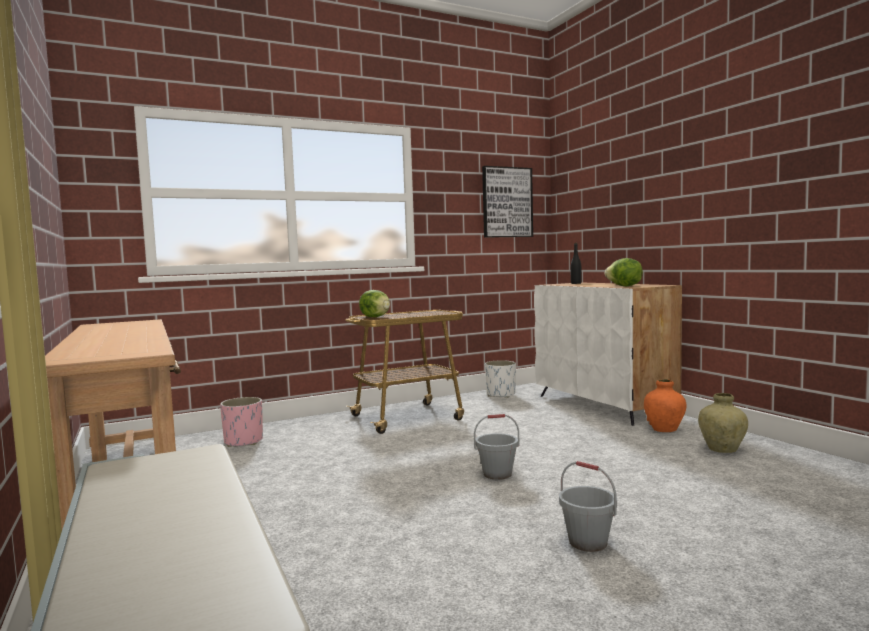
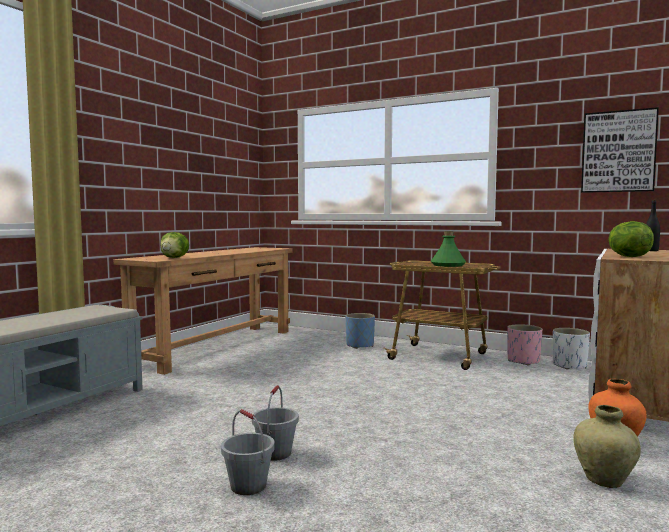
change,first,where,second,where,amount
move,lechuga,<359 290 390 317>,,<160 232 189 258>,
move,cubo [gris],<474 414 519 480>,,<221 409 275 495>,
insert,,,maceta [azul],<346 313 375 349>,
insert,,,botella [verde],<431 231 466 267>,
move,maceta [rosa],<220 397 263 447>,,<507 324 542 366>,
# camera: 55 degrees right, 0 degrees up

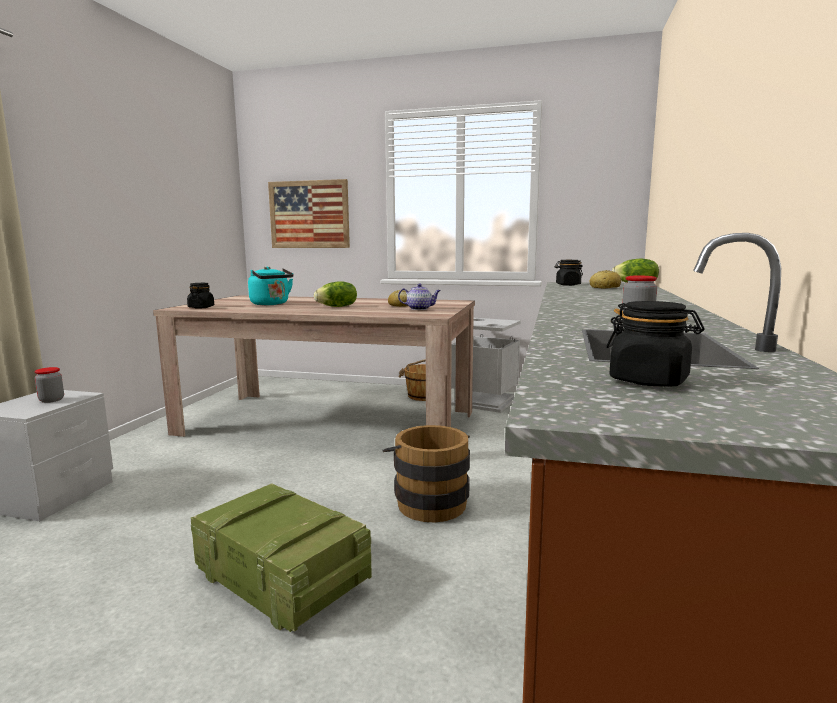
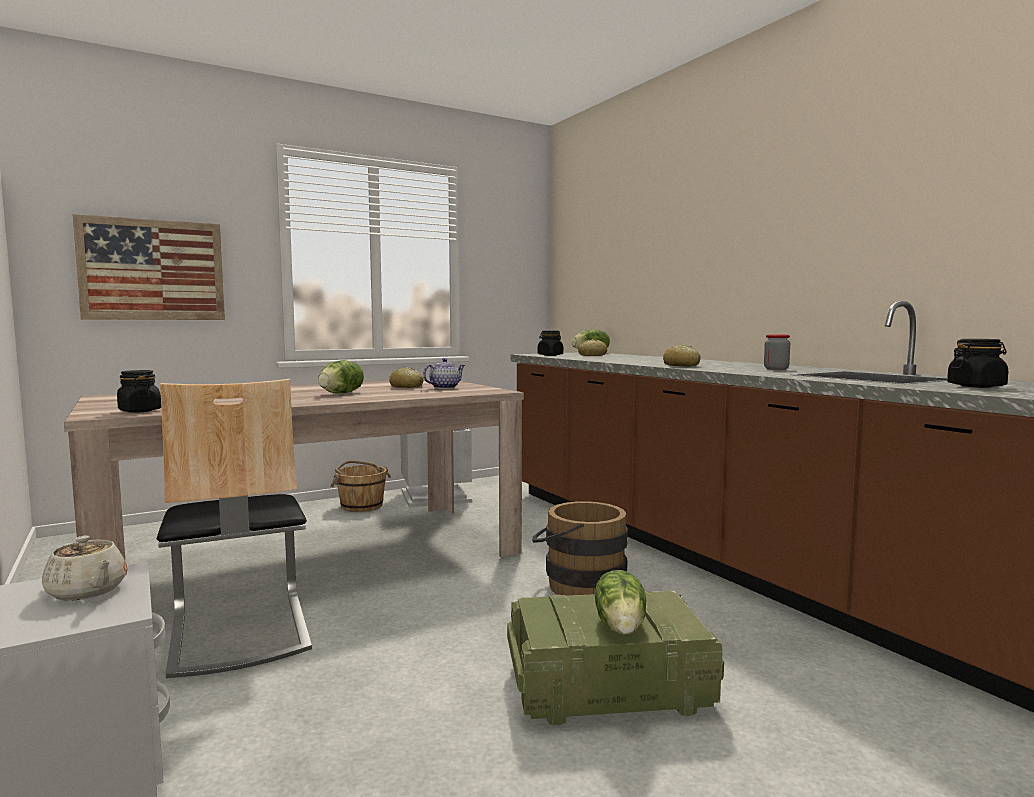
change,first,where,second,where,amount
replace,tarro,<35 367 64 403>,tetera [beis],<42 535 128 601>,
insert,,,silla,<157 379 312 678>,
insert,,,lechuga,<595 570 646 635>,
insert,,,pan,<663 344 701 367>,
delete,hervidor [turquesa],<248 266 294 305>,,,
# camera: 45 degrees left, 5 degrees down

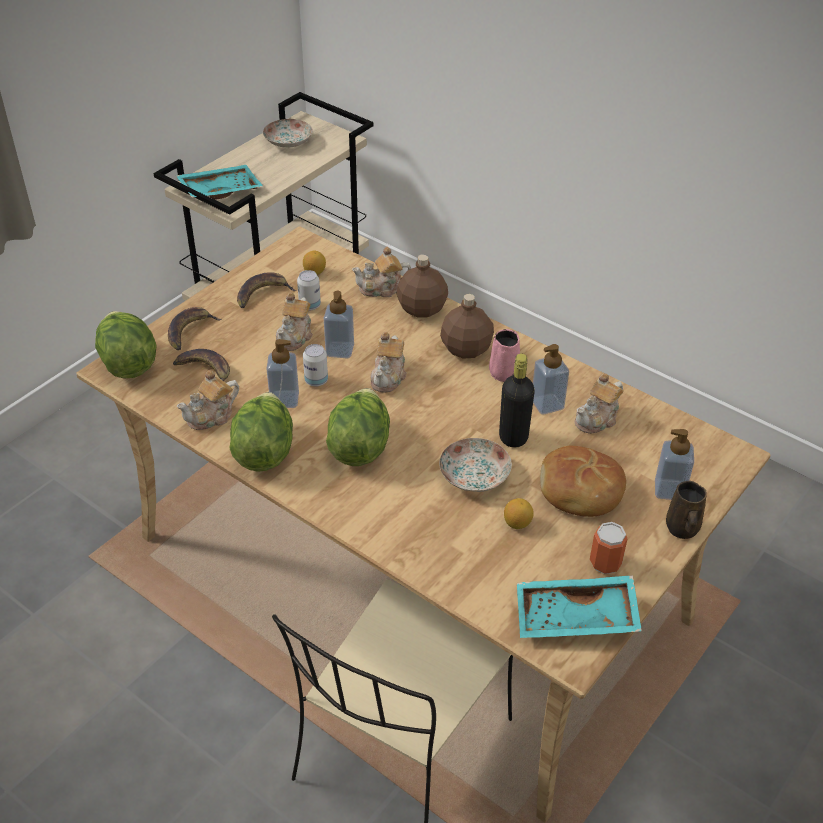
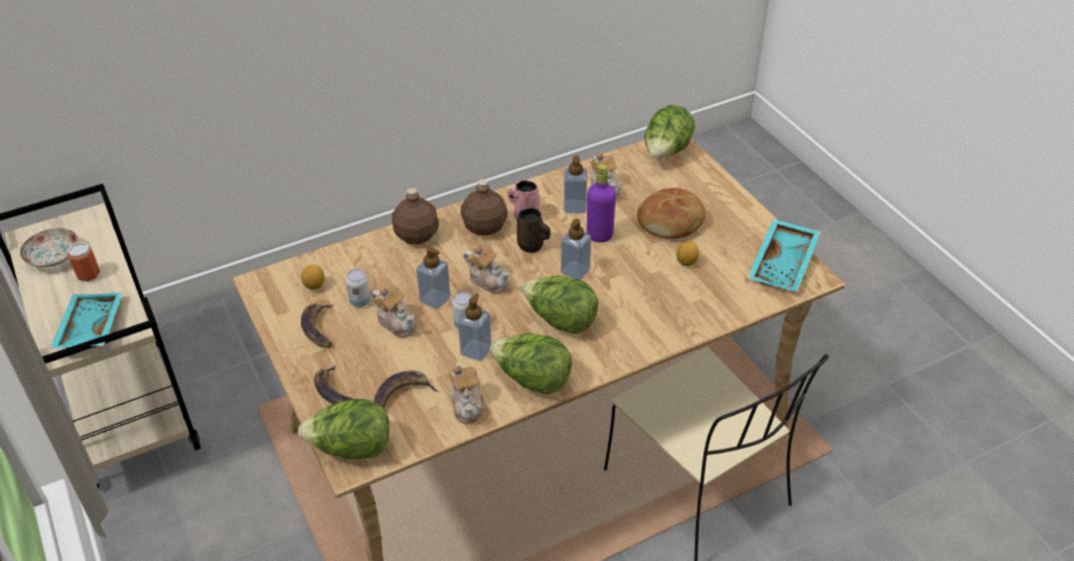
change,first,where,second,where,amount
move,lata,<590 522 628 574>,,<67 242 100 282>,
move,taza grande [marrón],<666 481 707 539>,,<517 207 550 253>,
move,dispensador de jabón,<655 429 694 500>,,<561 219 591 280>,
recolor,botella [negro],<499 353 535 448>,botella [morado],<587 164 616 242>,
insert,,,lechuga,<645 105 695 158>,
delete,tetera,<352 247 411 297>,,,
delete,plato,<439 438 512 492>,,,
# camera: 65 degrees left, 0 degrees up

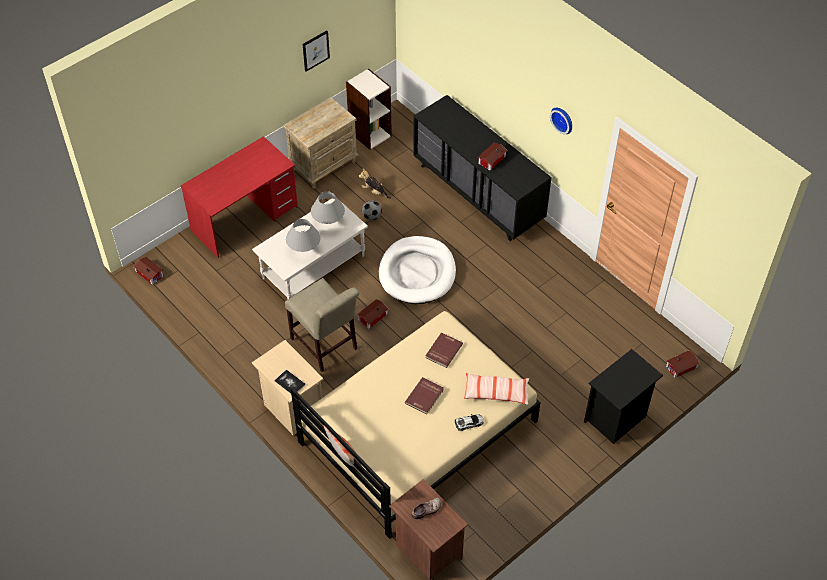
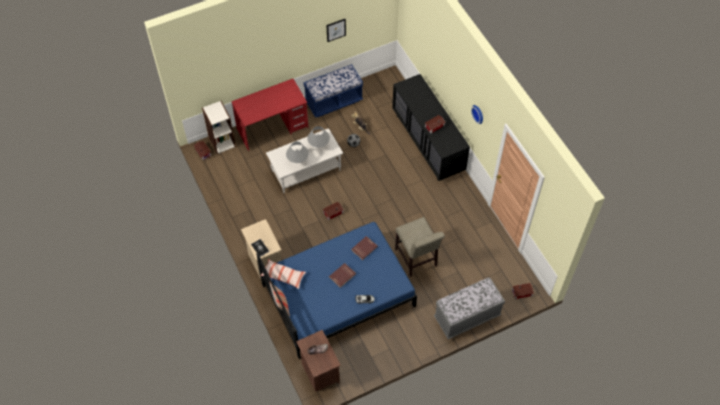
change,first,where,second,where,amount
move,estantería,<346 68 392 150>,,<202 101 236 154>,
recolor,cama [beis],<291 311 541 539>,cama [azul],<256 222 417 359>,
move,cojín,<464 373 529 405>,,<261 259 306 289>,
replace,mesita de noche [beis],<283 97 359 188>,banco [azul],<304 64 363 118>,
move,silla [beis],<285 278 359 372>,,<395 217 445 277>,
replace,mesita de noche [negro],<584 349 663 444>,banco [gris],<434 278 505 339>,
delete,cama para perro [blanco],<379 236 456 304>,,,
# camera: 15 degrees right, 5 degrees up

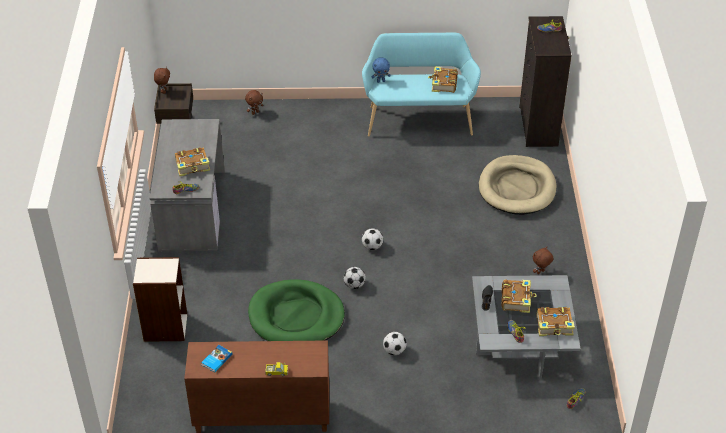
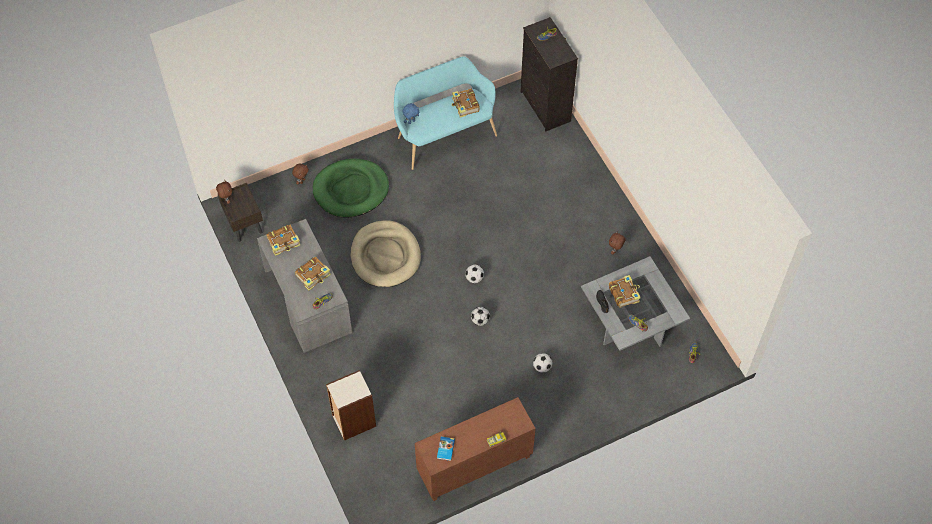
change,first,where,second,where,amount
move,libro,<537 307 575 336>,,<266 225 300 256>,
move,cama para perro [verde],<248 279 345 341>,,<313 159 389 217>,
move,cama para perro [beis],<479 155 557 215>,,<351 220 421 287>,
# camera: 25 degrees left, 15 degrees up

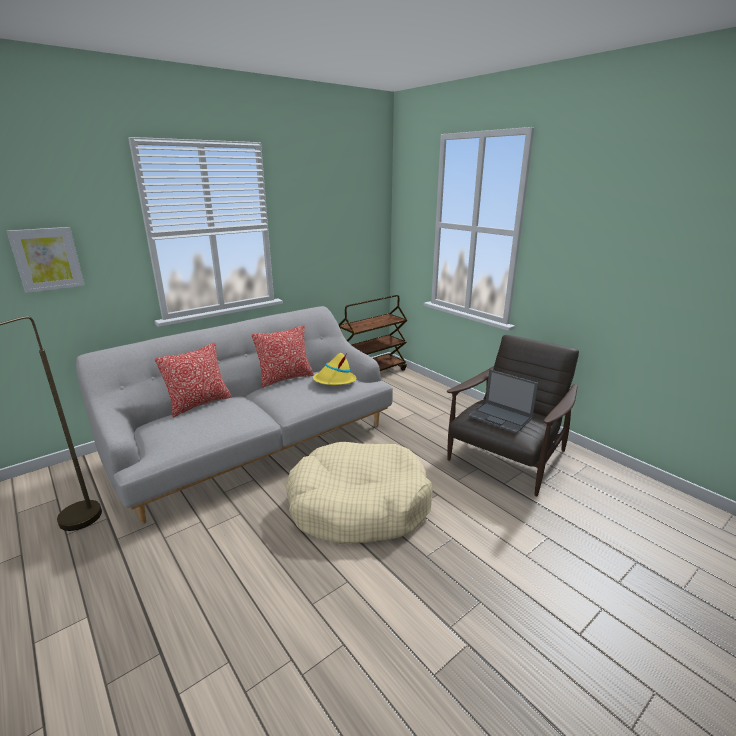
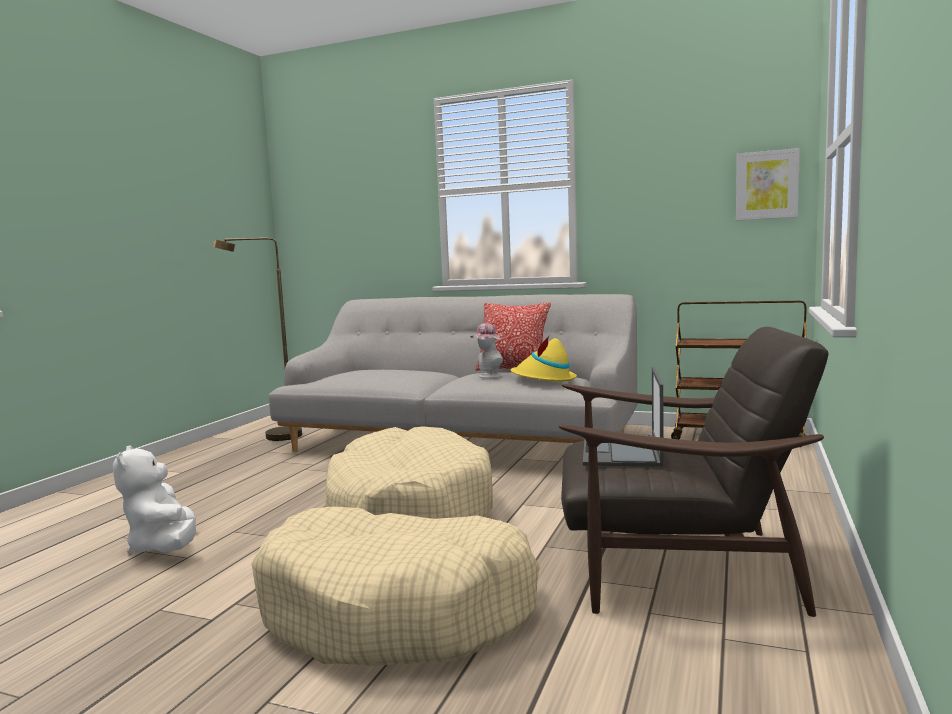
change,first,where,second,where,amount
insert,,,peluche [blanco],<113 446 196 554>,
insert,,,cama para perro [beis],<252 507 540 666>,
insert,,,sombrero,<470 323 503 378>,
move,cuadro,<7 227 85 293>,,<736 148 800 221>,
delete,cojín,<155 342 231 418>,,,
# camera: 60 degrees right, 15 degrees down

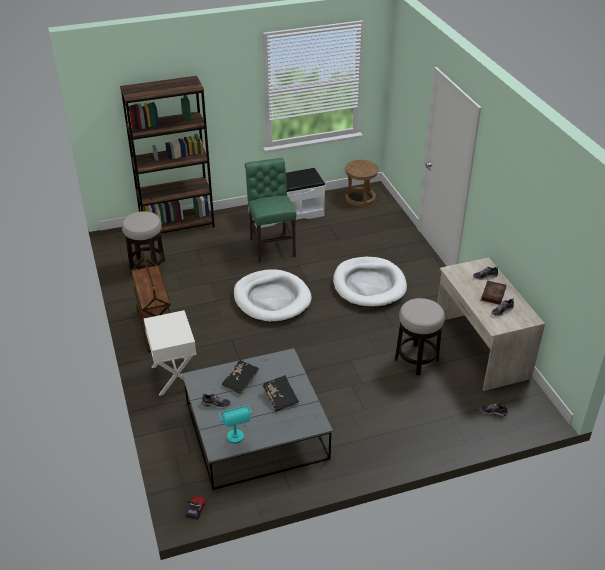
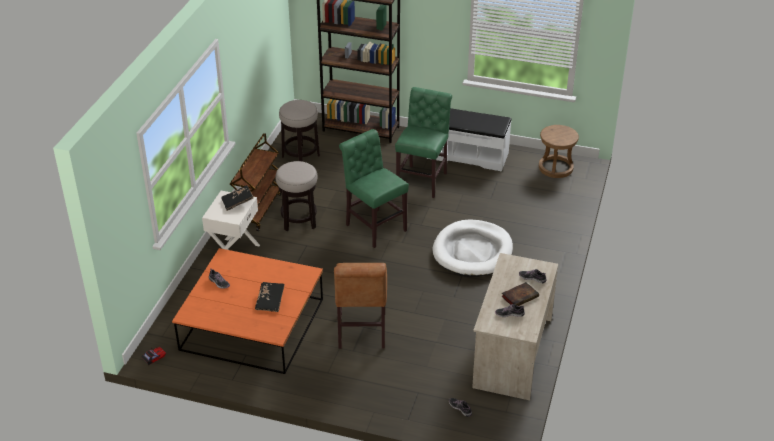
change,first,where,second,where,amount
recolor,mesa de centro [gris],<182 348 333 490>,mesa de centro [naranja],<172 248 323 374>,
move,libro [negro],<222 360 259 395>,,<221 185 254 211>,
move,taburete,<395 298 445 375>,,<276 161 317 231>,
insert,,,silla [marrón],<334 263 387 349>,
replace,cama para perro [blanco],<233 269 312 322>,silla [verde],<339 129 409 248>,
delete,lámpara de mesa [turquesa],<219 405 252 444>,,,
# camera: 35 degrees right, 0 degrees up

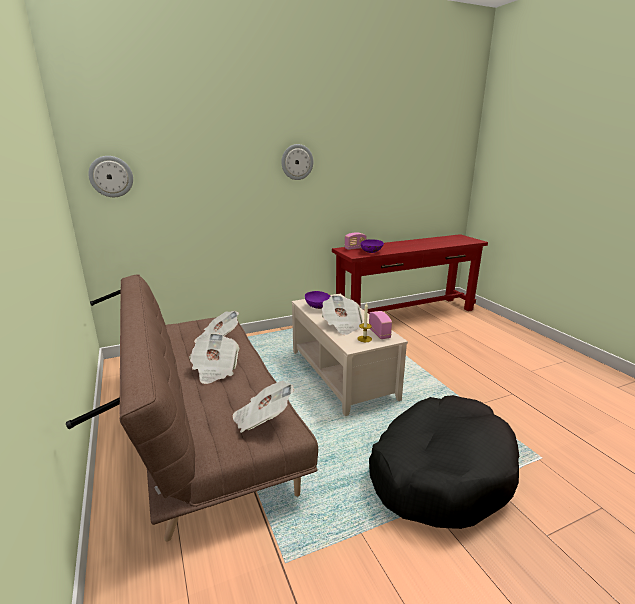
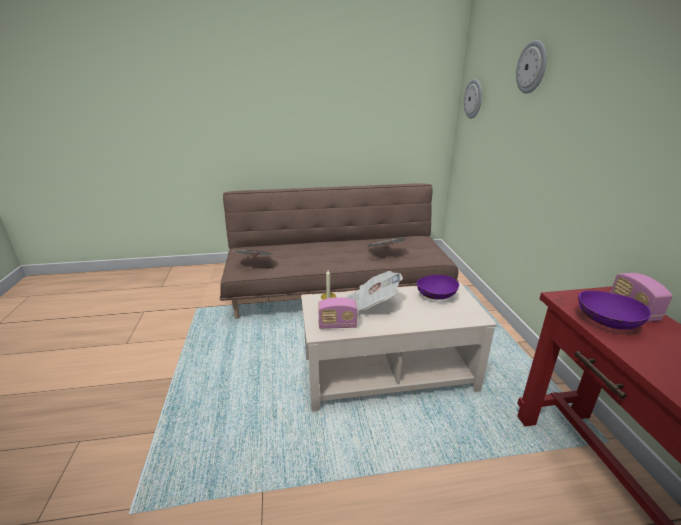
change,first,where,second,where,amount
move,reloj de pared,<281 144 313 180>,,<516 40 547 94>,
delete,periódico,<189 333 239 384>,,,
delete,cama para perro [negro],<369 395 519 529>,,,
# camera: 105 degrees right, 5 degrees up

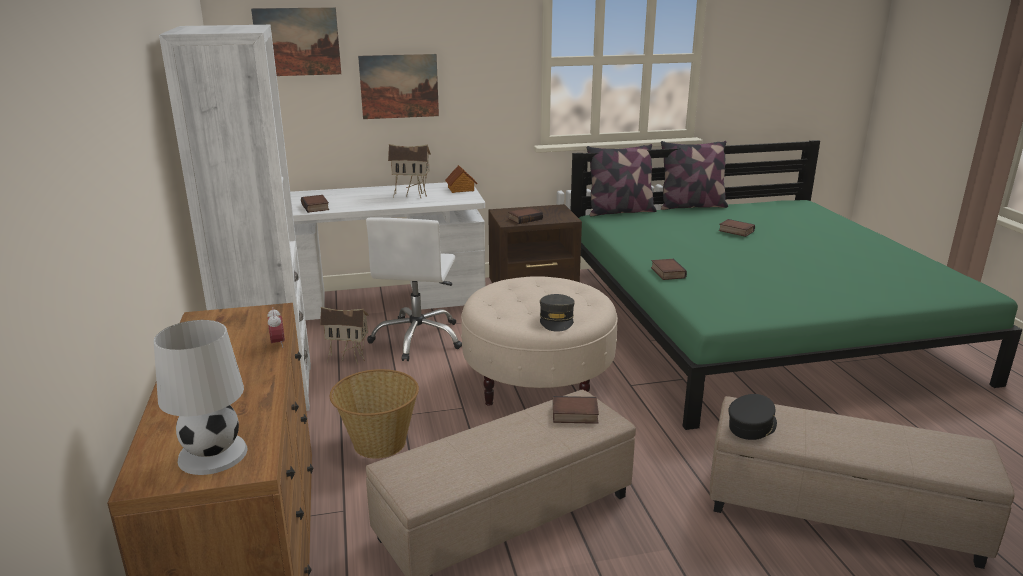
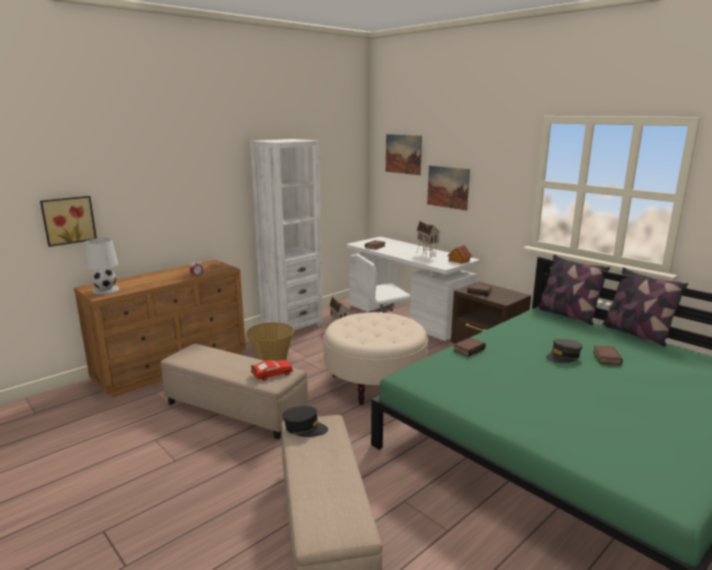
change,first,where,second,where,amount
insert,,,cuadro,<40 196 97 247>,
replace,libro,<553 396 599 424>,coche de juguete [rojo],<251 360 293 381>,
move,gorra [gris],<540 294 575 332>,,<546 339 583 363>,
# camera: 60 degrees right, 5 degrees down

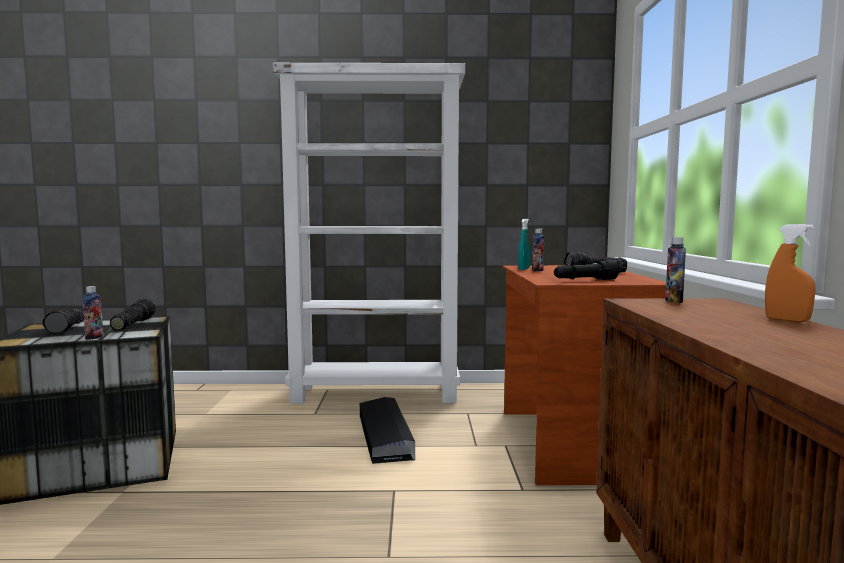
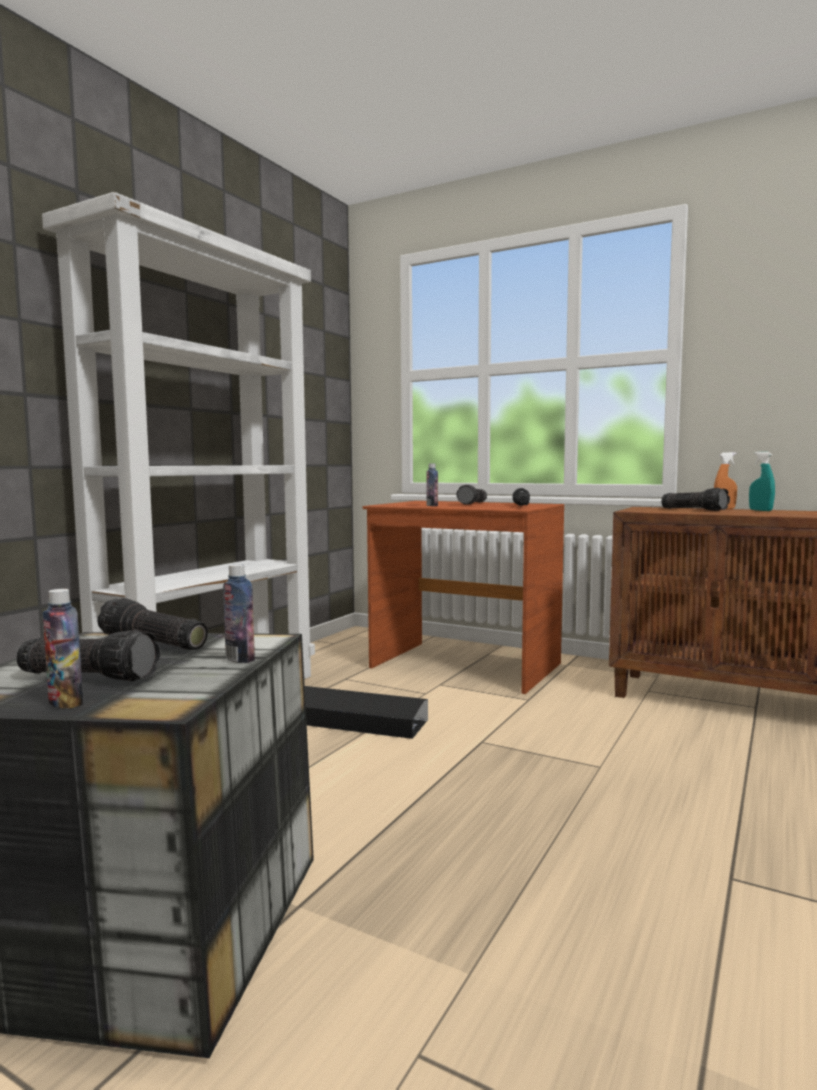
change,first,where,second,where,amount
move,botella,<665 237 686 303>,,<42 589 83 709>,
insert,,,linterna,<661 488 730 511>,
move,pulverizador [turquesa],<518 219 530 270>,,<749 452 775 511>,
# camera: 60 degrees left, 0 degrees up

